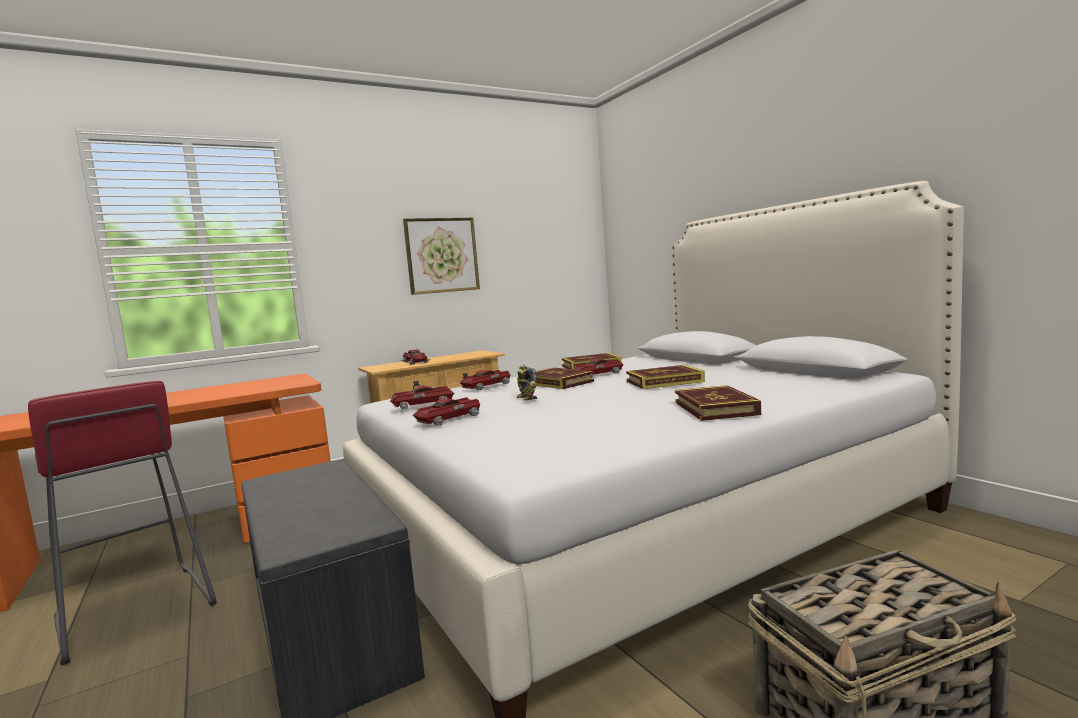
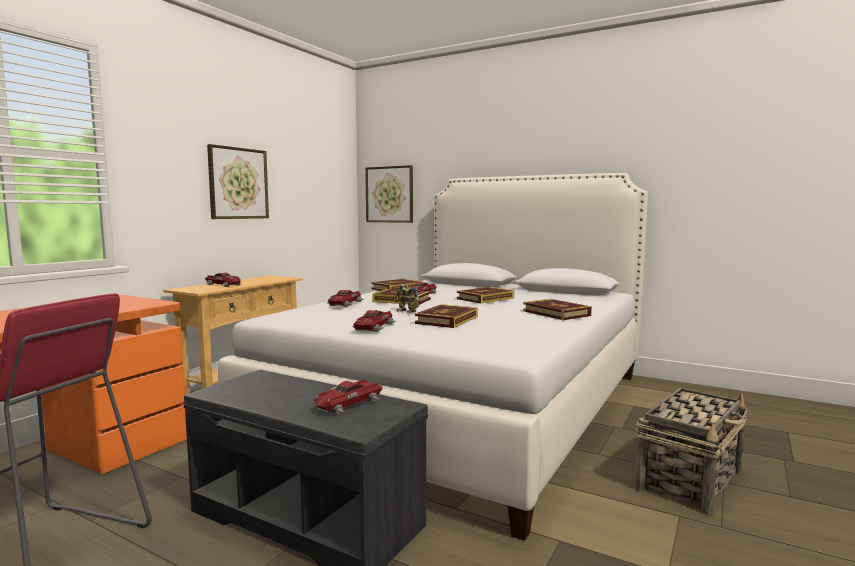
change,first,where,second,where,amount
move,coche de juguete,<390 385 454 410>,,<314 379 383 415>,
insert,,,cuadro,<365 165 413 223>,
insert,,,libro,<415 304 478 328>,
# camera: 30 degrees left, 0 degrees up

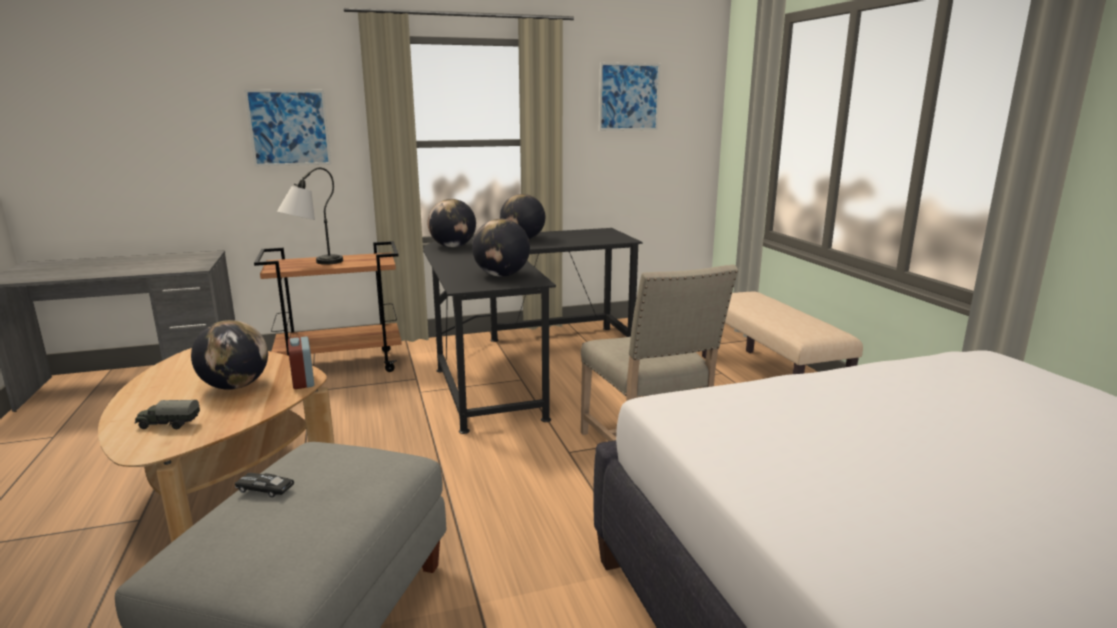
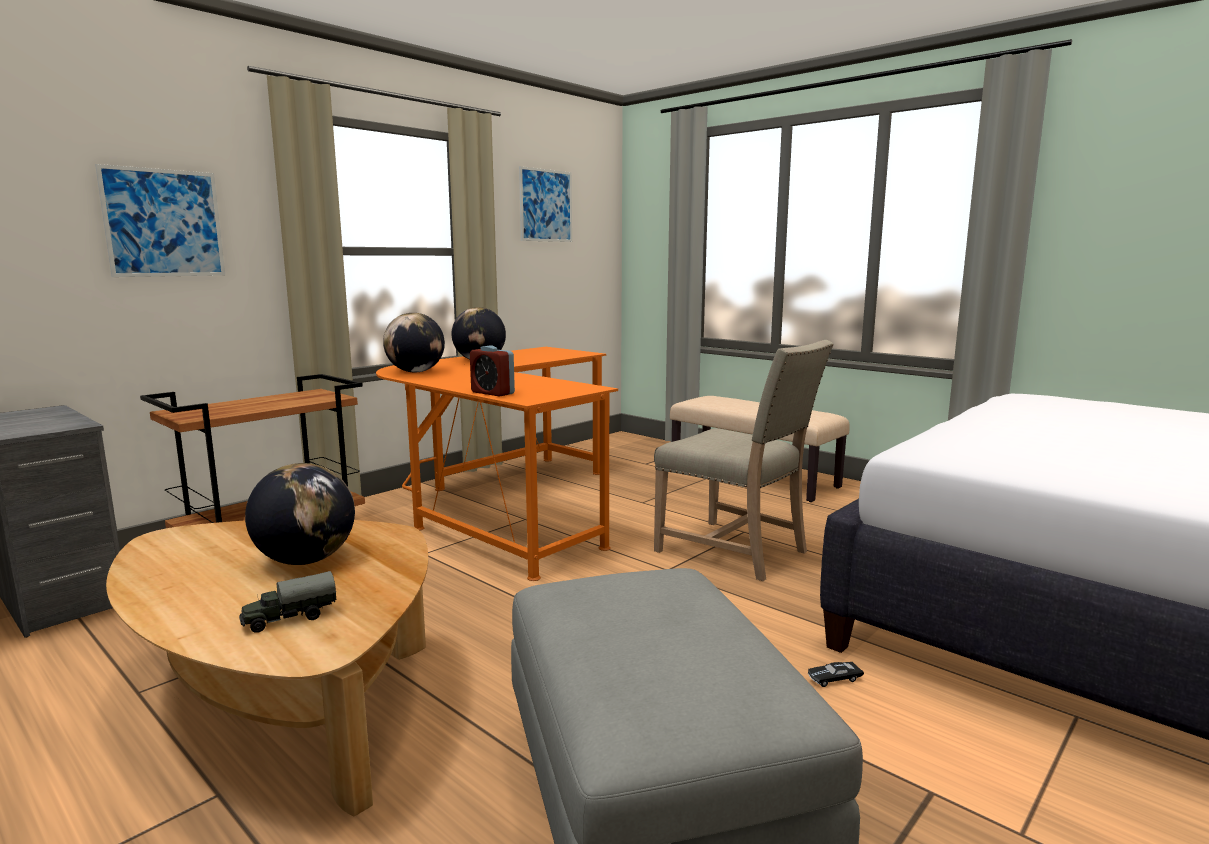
change,first,where,second,where,amount
recolor,escritorio [negro],<423 228 643 434>,escritorio [naranja],<376 347 618 581>,
move,despertador,<288 336 314 389>,,<470 345 515 397>,
move,coche de juguete [negro],<235 473 294 498>,,<808 662 864 687>,
delete,lámpara de mesa,<277 168 343 265>,,,
delete,globo terráqueo,<472 219 530 277>,,,
# camera: 30 degrees left, 5 degrees down

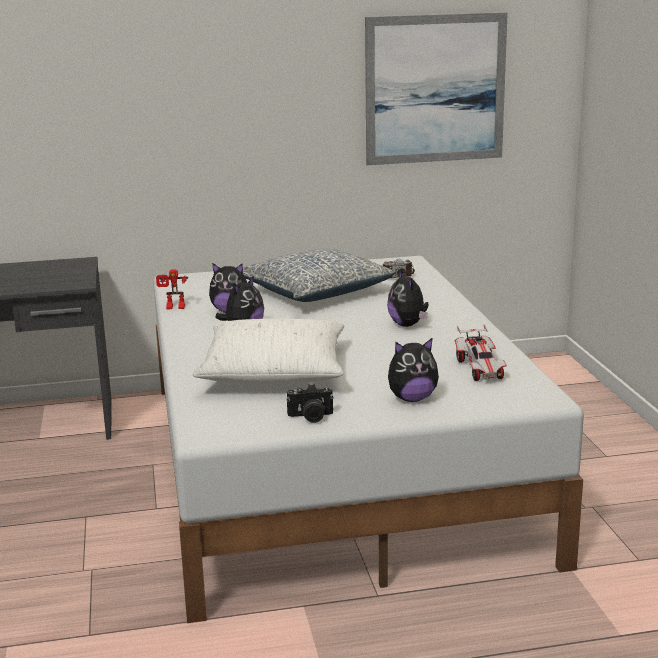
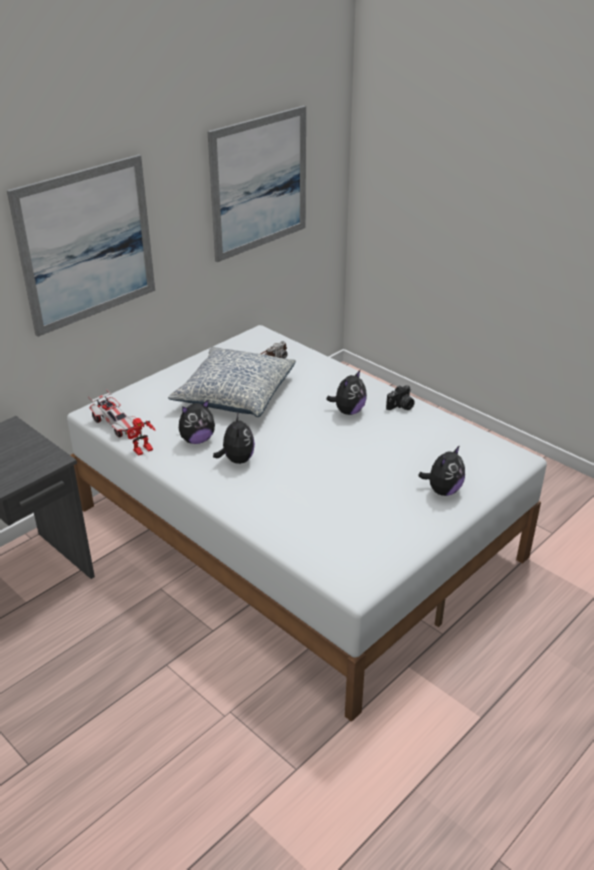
change,first,where,second,where,amount
insert,,,cuadro,<7 154 155 337>,
move,coche de juguete,<455 324 507 381>,,<88 389 136 438>,
rotate,peluche,<387 269 429 327>,,<326 370 367 415>,90 degrees counterclockwise
move,cámara,<286 384 334 423>,,<386 385 415 410>,
delete,cojín [blanco],<192 319 345 384>,,,
# camera: 35 degrees left, 15 degrees up

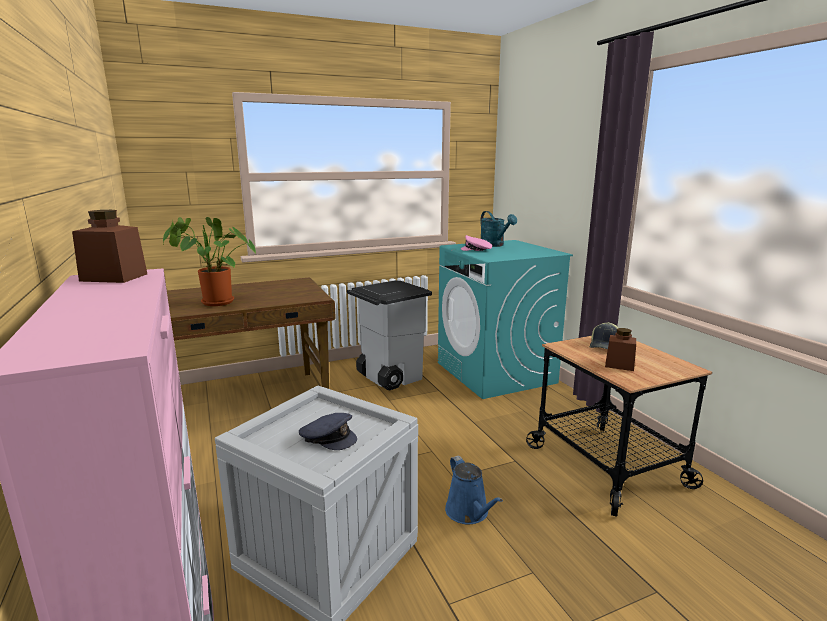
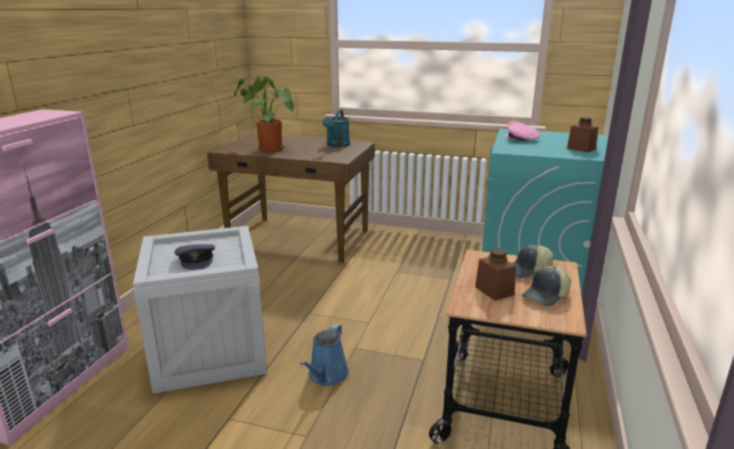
change,first,where,second,where,amount
move,regadera [turquesa],<480 211 517 247>,,<323 110 350 147>,
insert,,,gorra,<521 266 571 306>,
move,tarro [marrón],<72 210 147 283>,,<567 117 598 153>,
delete,papelera [gris],<347 280 432 390>,,,
# camera: 40 degrees right, 5 degrees up

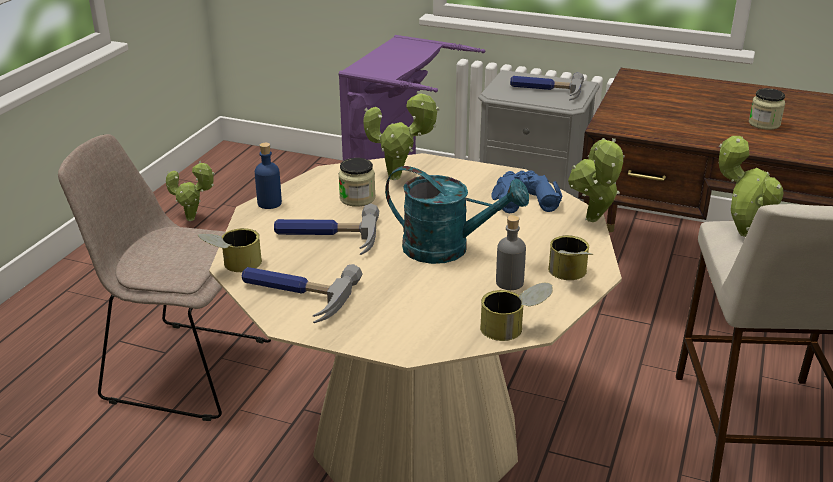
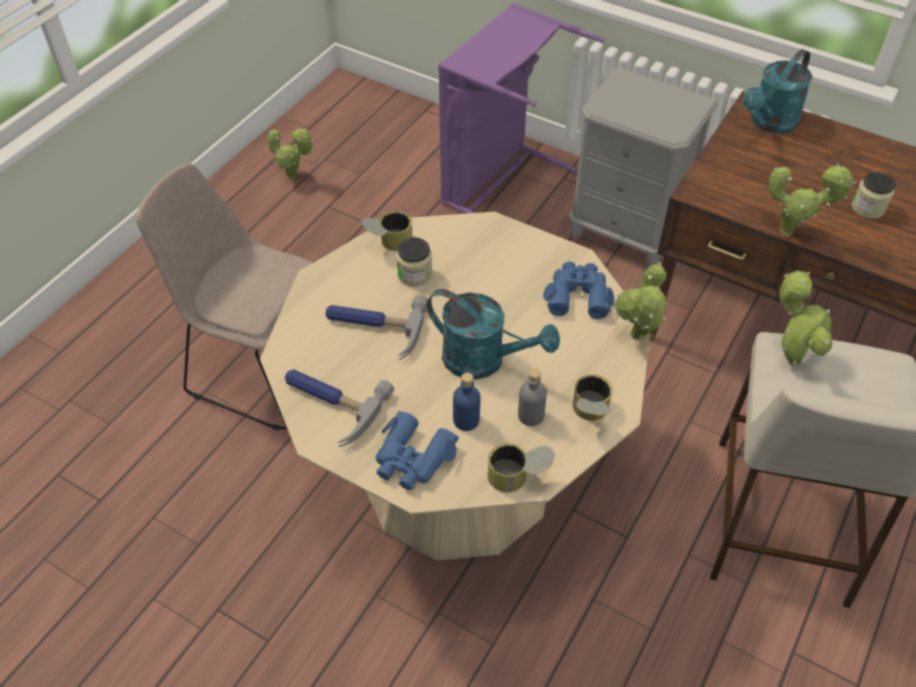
change,first,where,second,where,amount
move,lata,<198 228 262 272>,,<361 211 412 251>,
insert,,,prismáticos [azul],<376 411 459 490>,
move,botella [azul],<255 143 282 209>,,<453 373 481 431>,
insert,,,regadera [turquesa],<743 49 813 134>,
move,planta en maceta,<363 91 440 180>,,<769 163 856 237>,
delete,martillo,<510 72 584 100>,,,
# camera: 10 degrees right, 20 degrees up

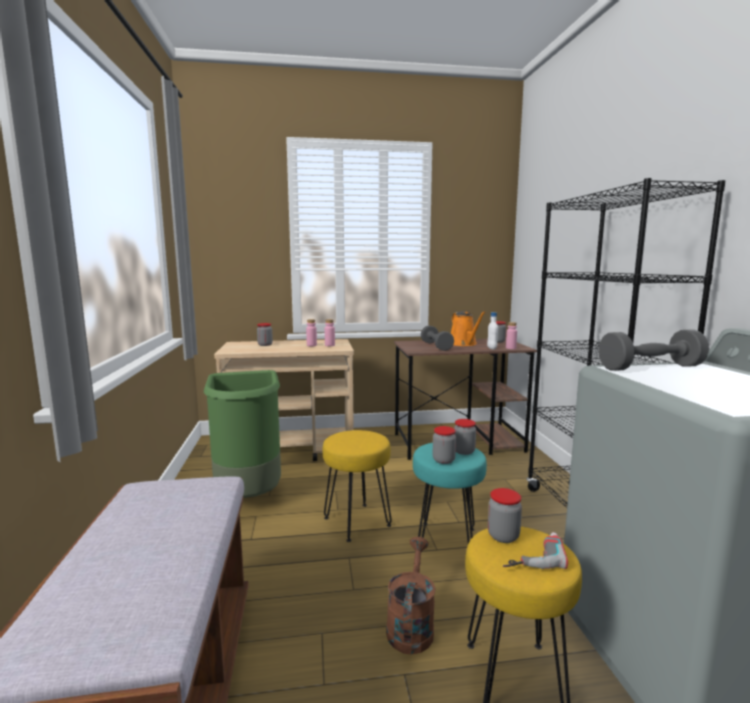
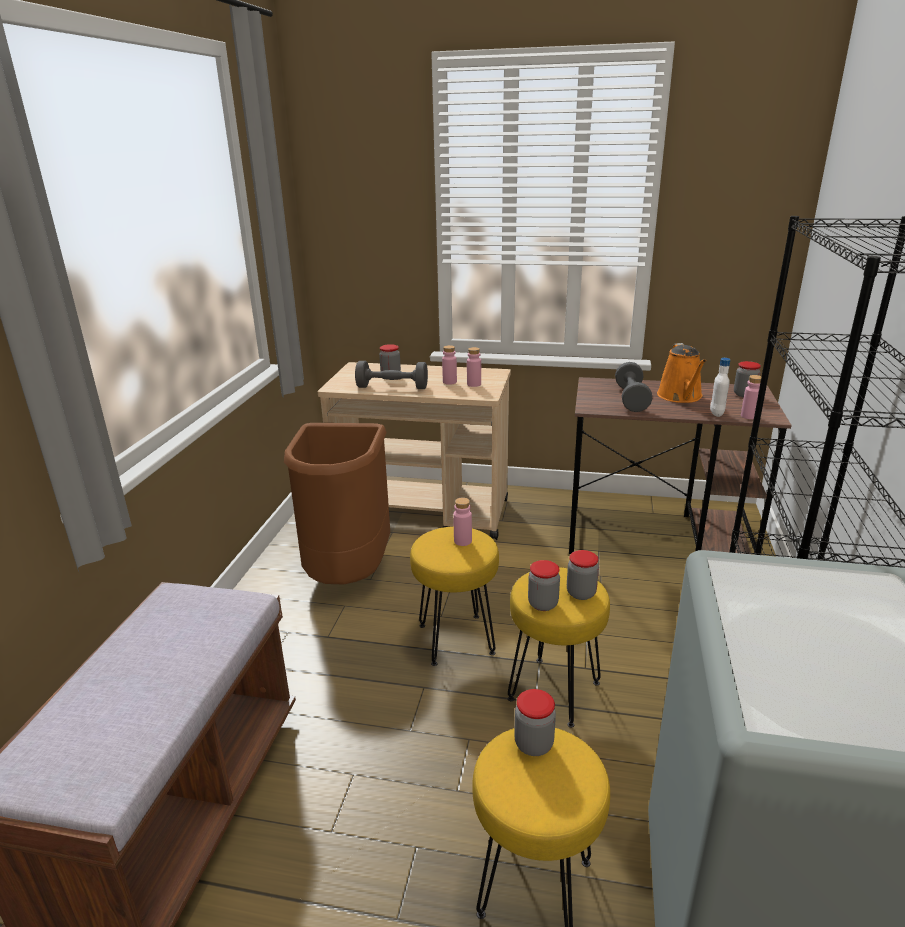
change,first,where,second,where,amount
recolor,papelera [verde],<204 370 281 498>,papelera [marrón],<284 423 390 584>,
move,mancuerna [gris],<598 329 709 371>,,<355 361 428 389>,
insert,,,botella [rosa],<453 498 472 546>,
recolor,taburete [turquesa],<413 443 487 552>,taburete [amarillo],<508 567 610 728>,
delete,regadera [marrón],<386 537 435 654>,,,
delete,taladro,<503 532 568 569>,,,
# camera: 20 degrees right, 15 degrees up

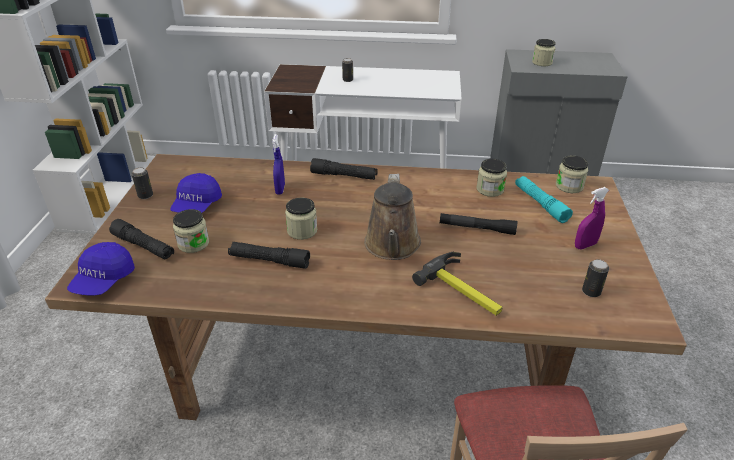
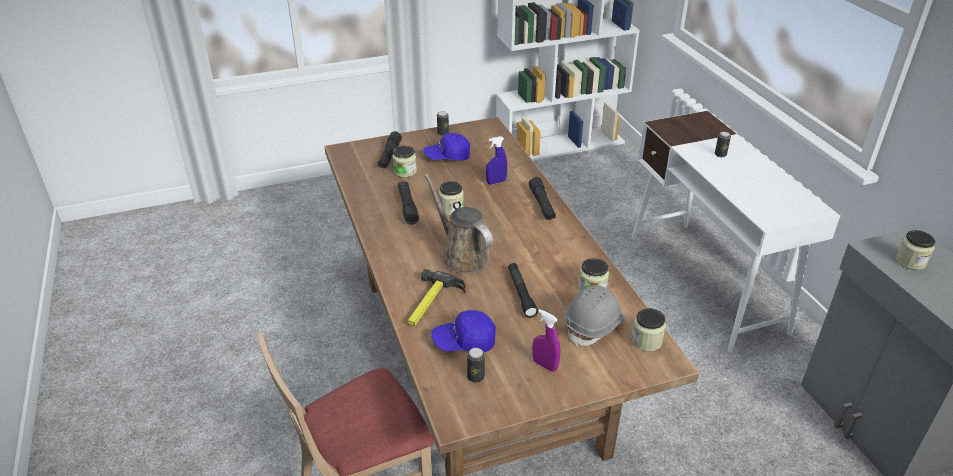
change,first,where,second,where,amount
rotate,regadera [marrón],<364 174 421 260>,,<424 174 493 274>,75 degrees clockwise
move,gorra [azul],<67 242 135 296>,,<431 310 496 352>,
replace,linterna [turquesa],<515 176 573 223>,casco [gris],<564 285 625 347>,
# camera: 65 degrees right, 0 degrees up

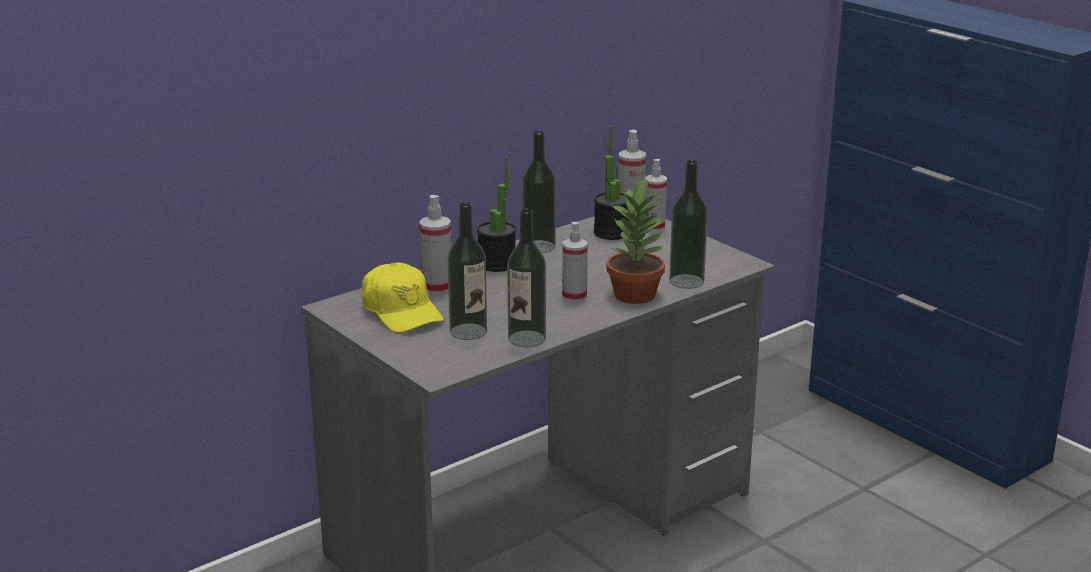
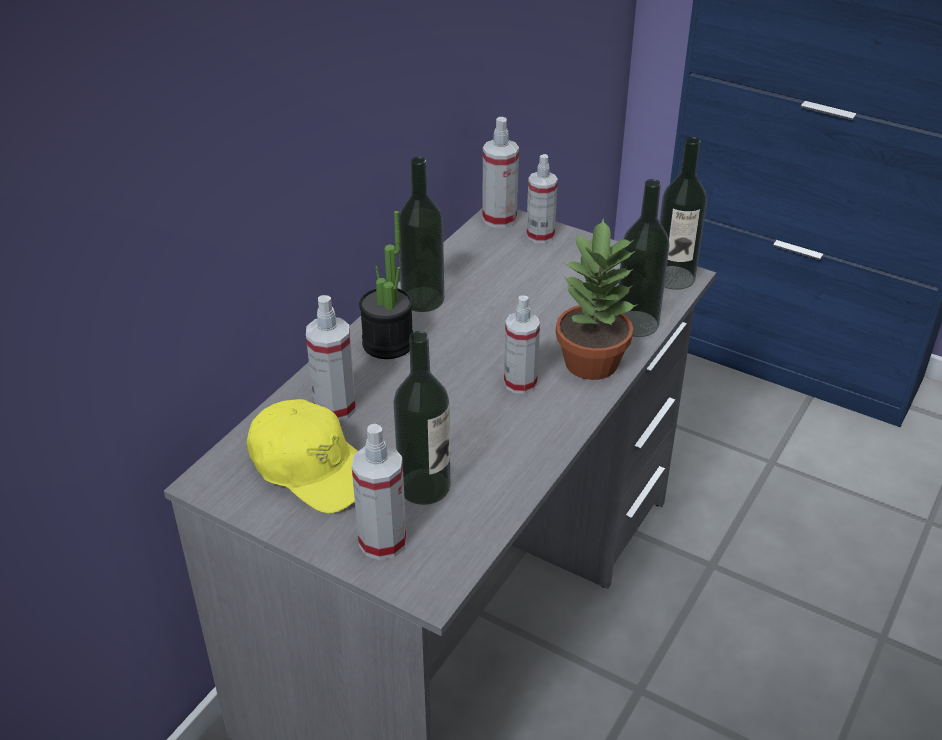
change,first,where,second,where,amount
insert,,,pulverizador,<352 424 407 560>,
move,botella,<507 208 546 347>,,<660 137 707 290>,
delete,planta en maceta,<594 126 629 240>,,,
# camera: 20 degrees left, 15 degrees up

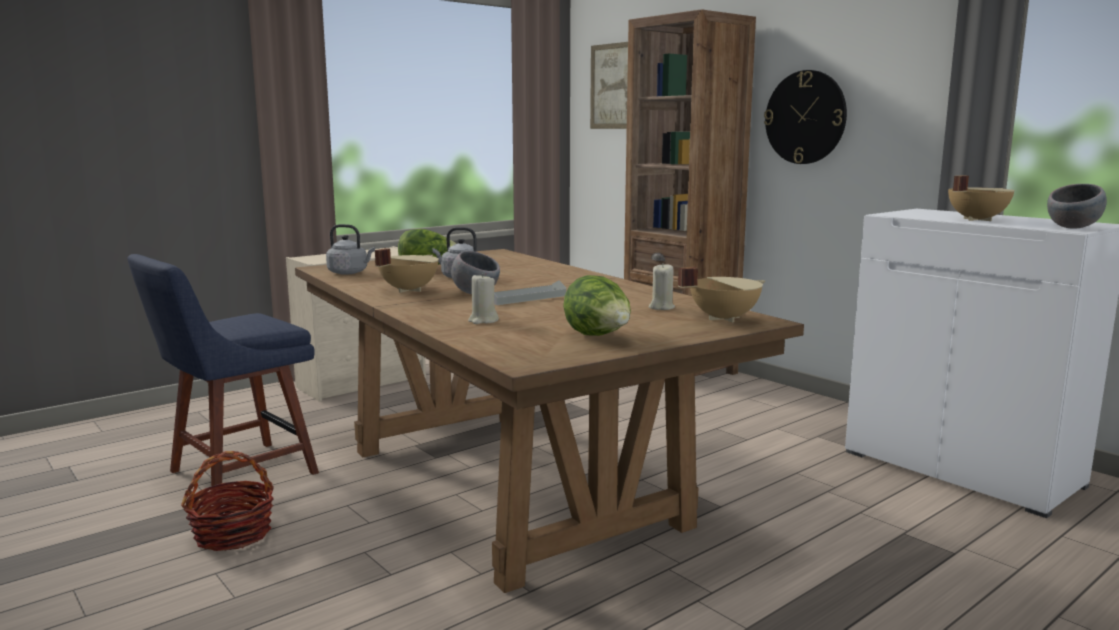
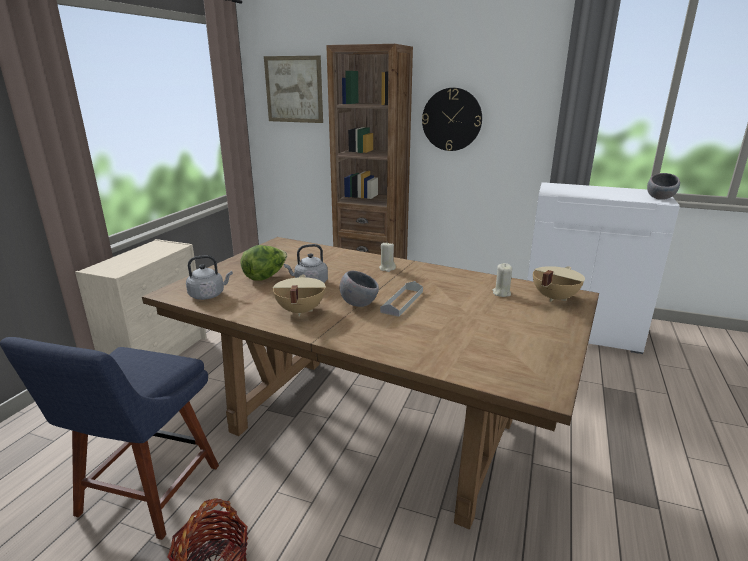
change,first,where,second,where,amount
move,vela [beis],<468 273 499 324>,,<379 243 396 272>,
delete,lechuga,<563 275 631 336>,,,
delete,olla [beis],<948 175 1015 221>,,,
# camera: 30 degrees left, 10 degrees up

